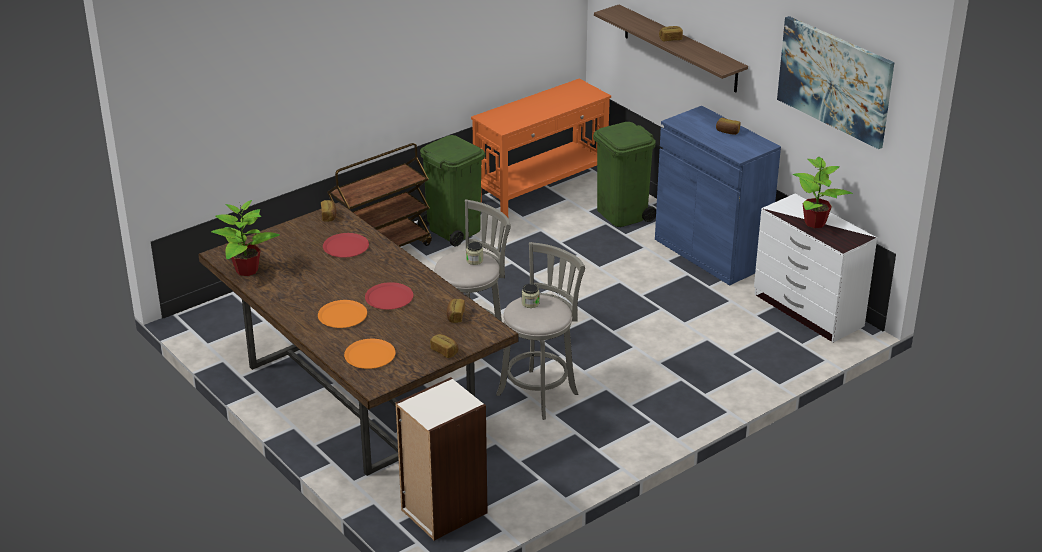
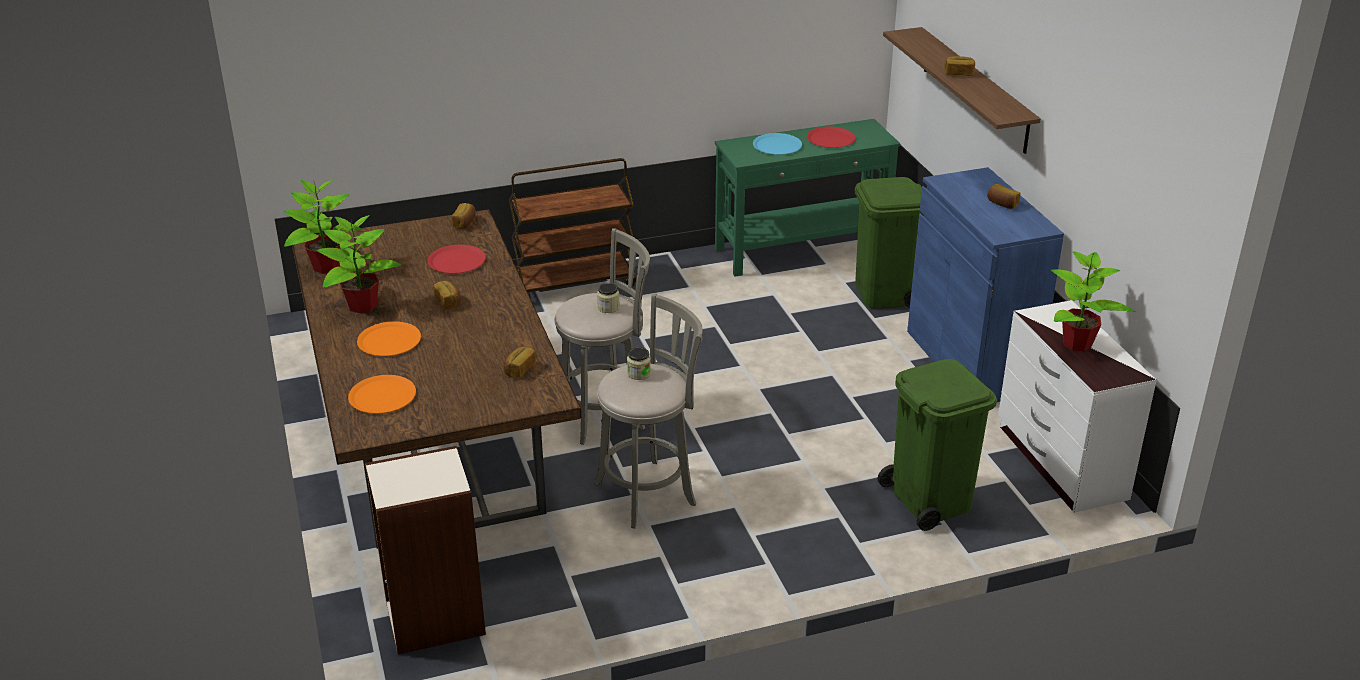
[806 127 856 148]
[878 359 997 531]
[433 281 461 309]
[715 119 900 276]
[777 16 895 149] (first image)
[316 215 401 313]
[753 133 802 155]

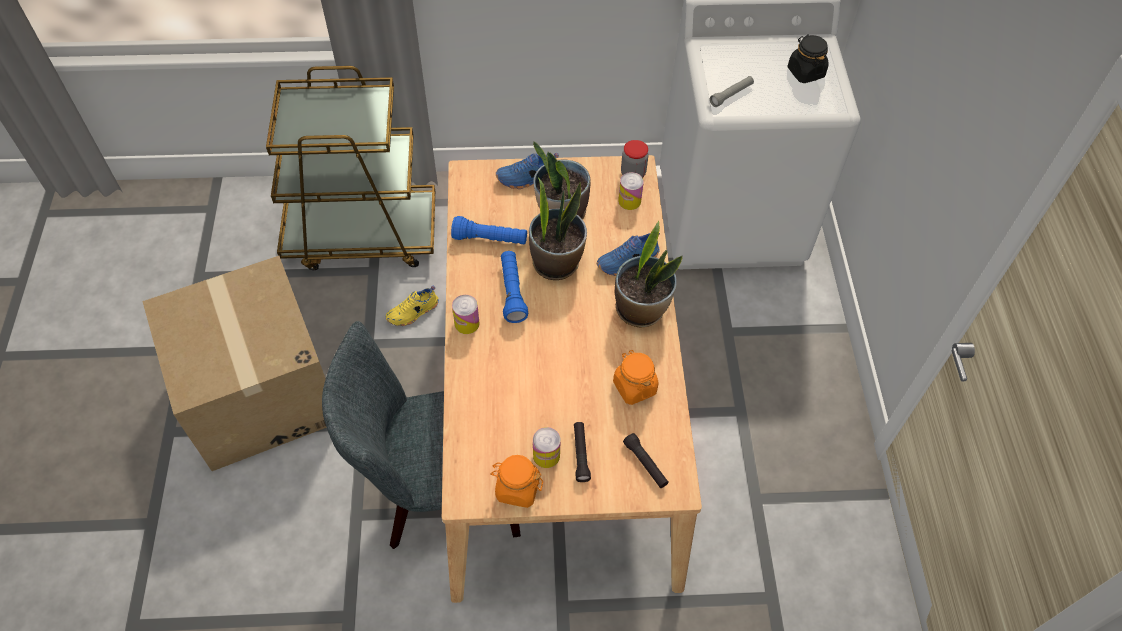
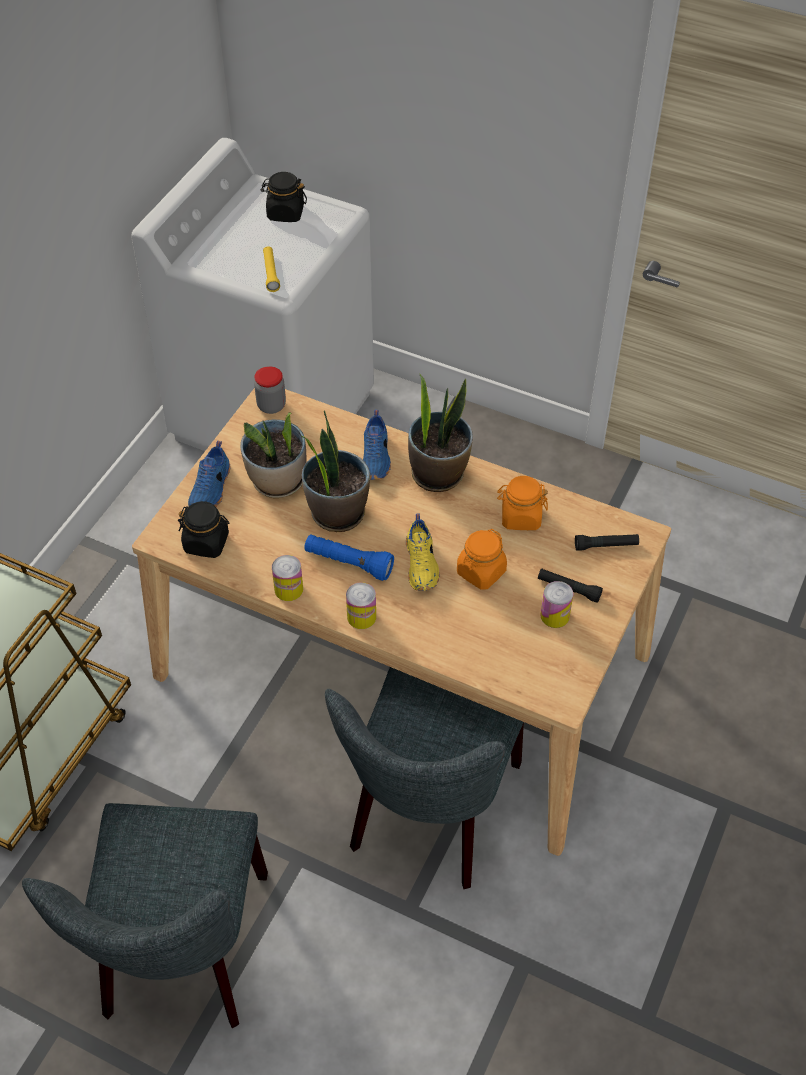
[22 803 268 1028]
[406 514 439 591]
[451 216 527 244] (first image)
[457 529 507 590]
[272 555 303 601]
[263 246 280 292]
[178 501 229 558]

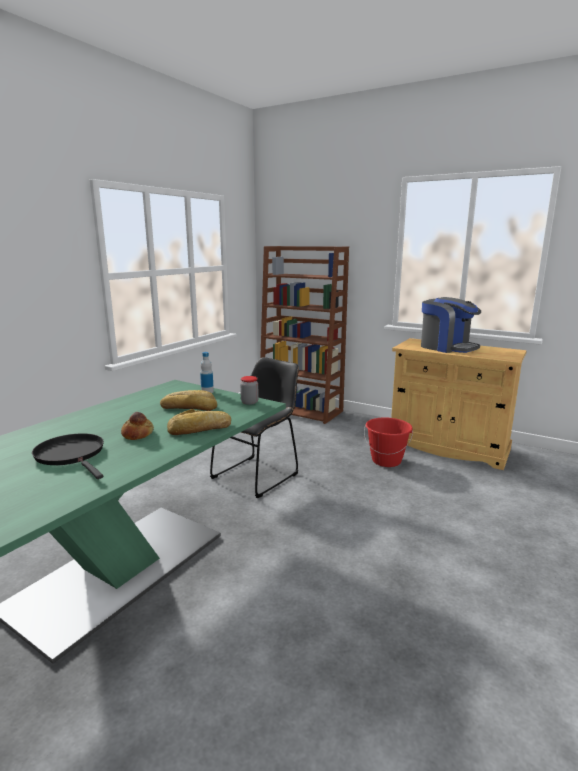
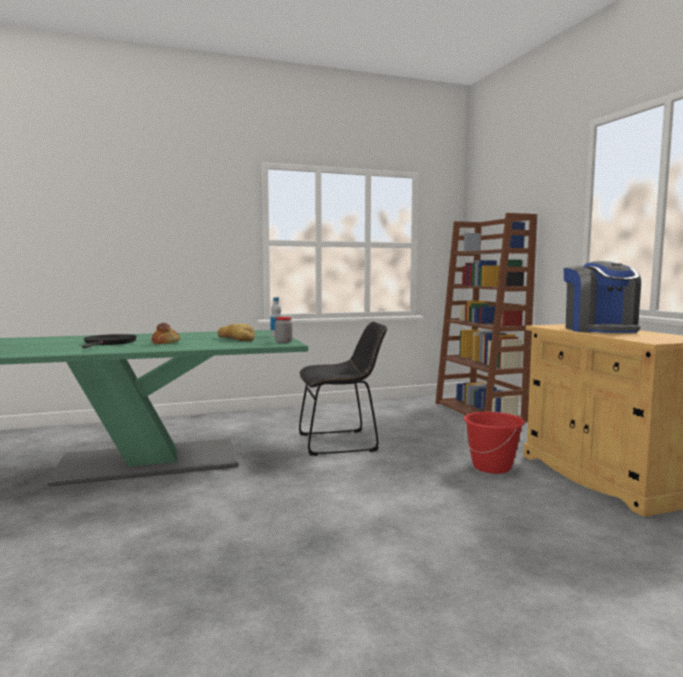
[167 409 231 435] (first image)

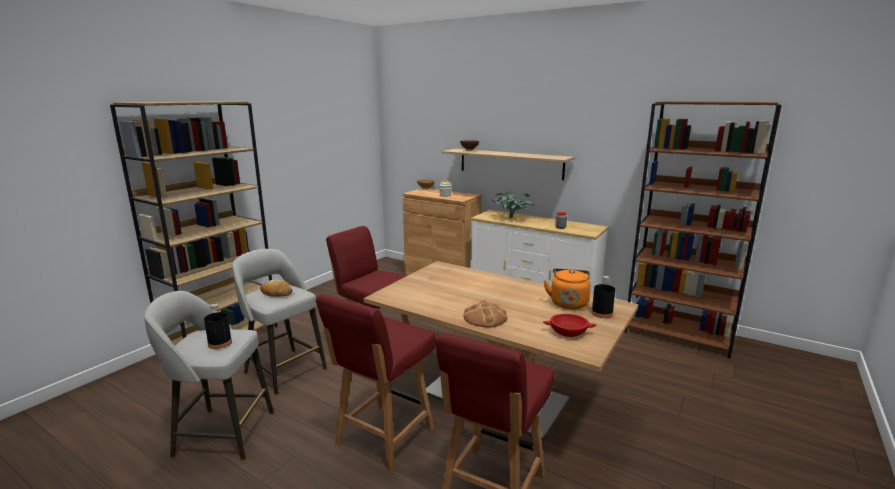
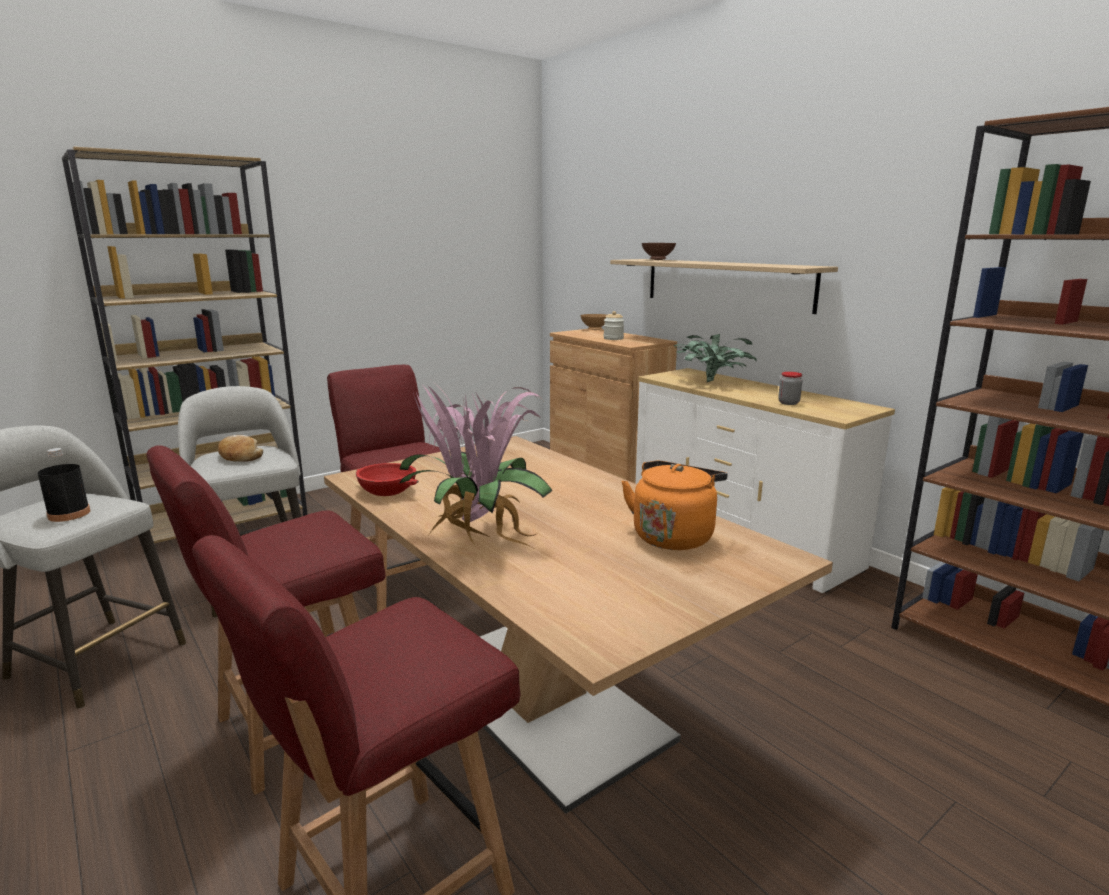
[399 384 552 548]
[356 463 419 496]
[591 276 615 318] (first image)

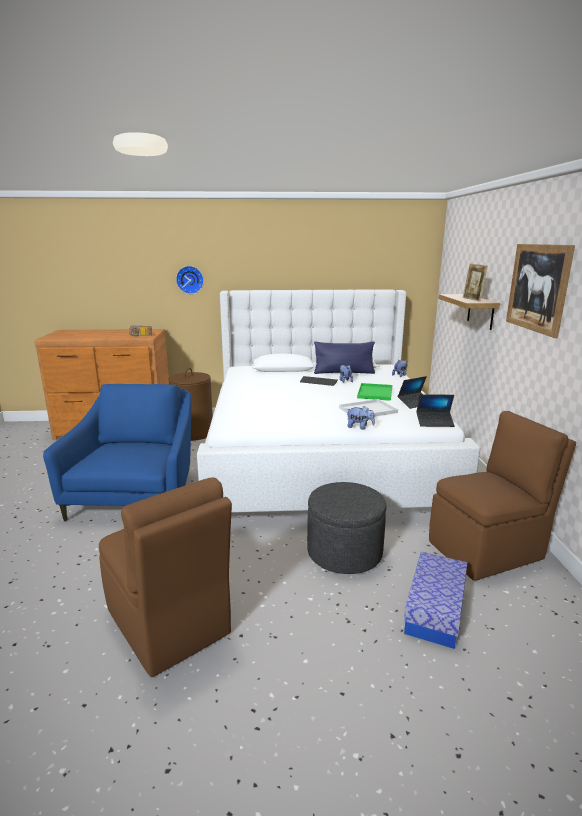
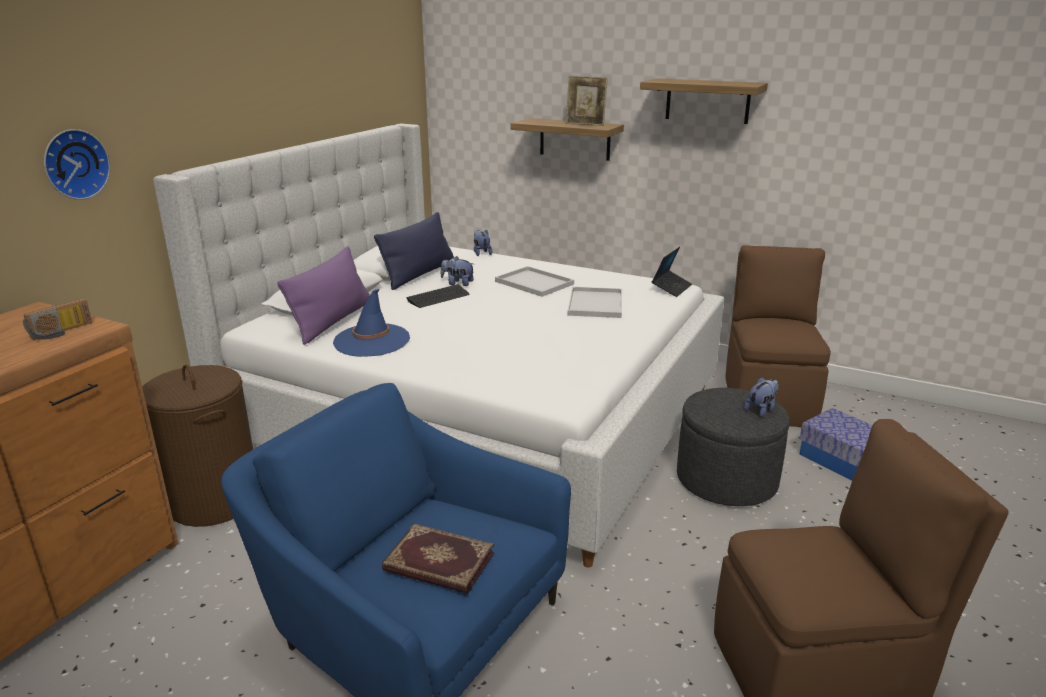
[744 377 779 417]
[495 266 574 297]
[398 376 427 409] (first image)
[640 78 768 124]
[277 246 370 345]
[333 289 410 357]
[382 524 494 594]

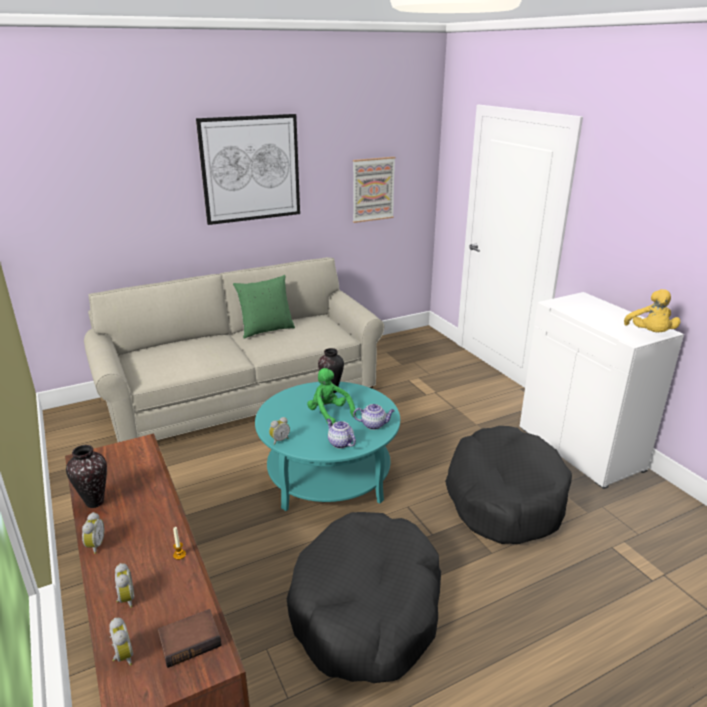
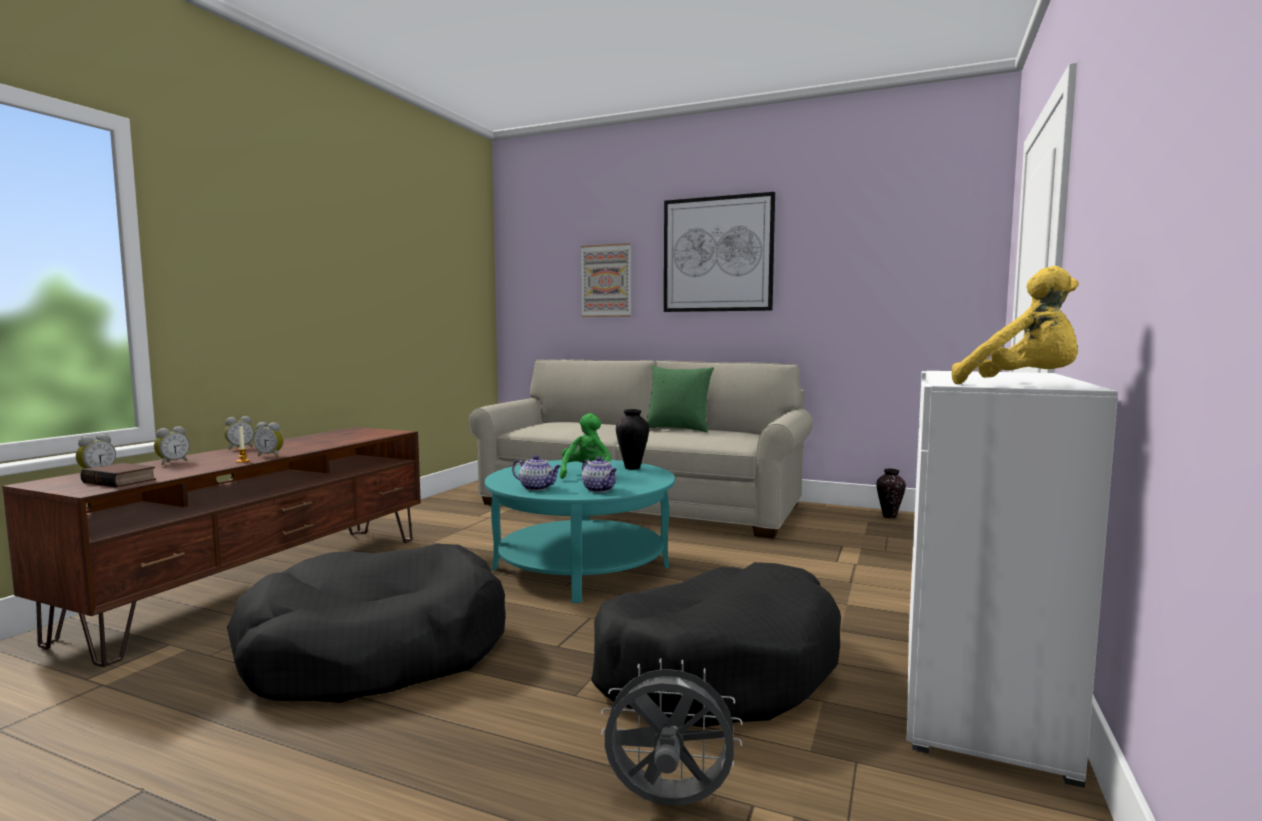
[876 469 906 518]
[254 422 284 457]
[512 455 561 491]
[581 243 631 317]
[952 266 1079 384]
[601 658 743 806]

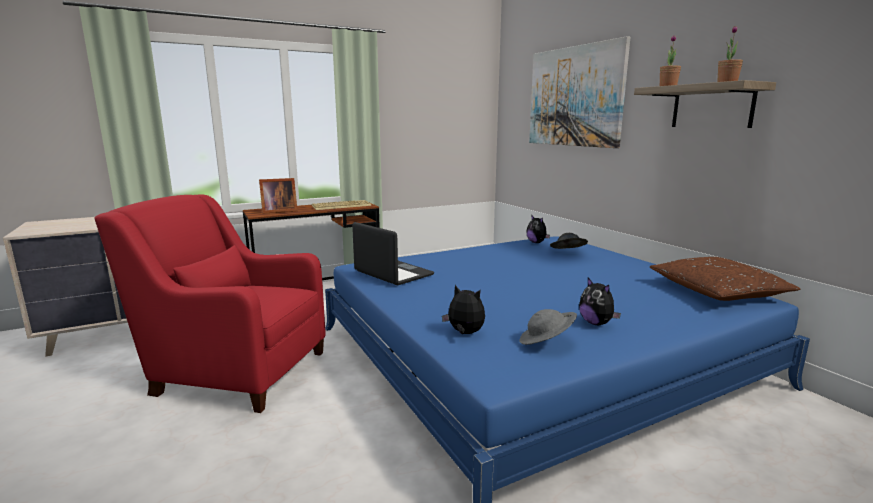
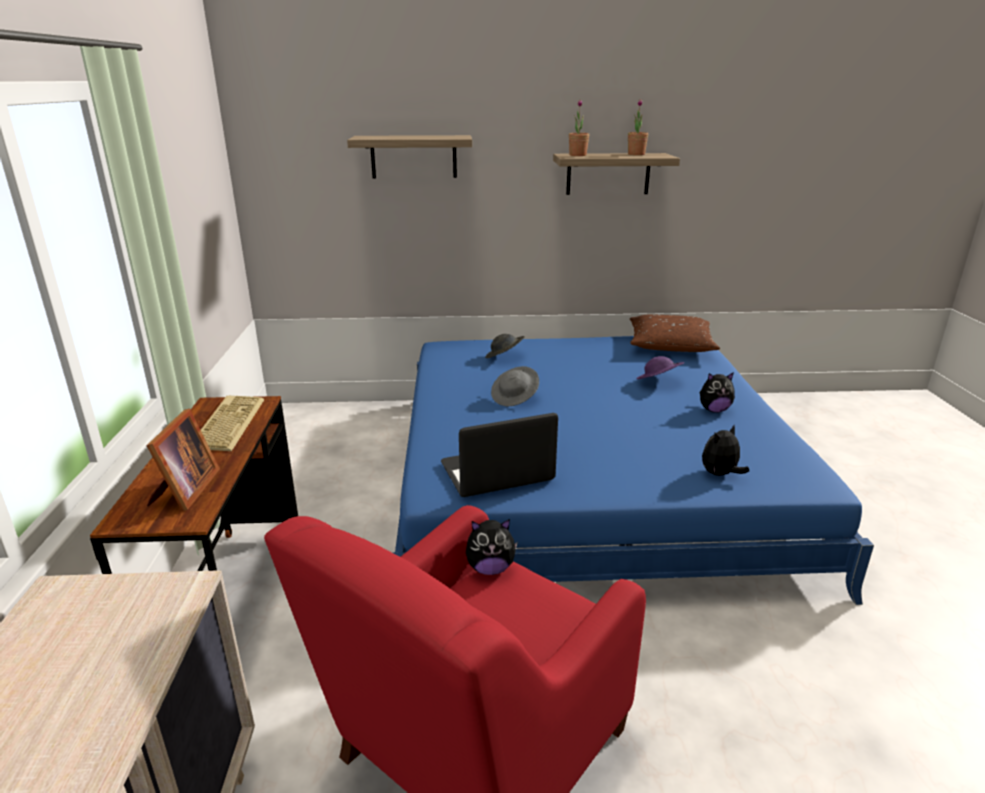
[491 366 539 406]
[466 519 518 575]
[347 135 472 178]
[636 356 684 379]

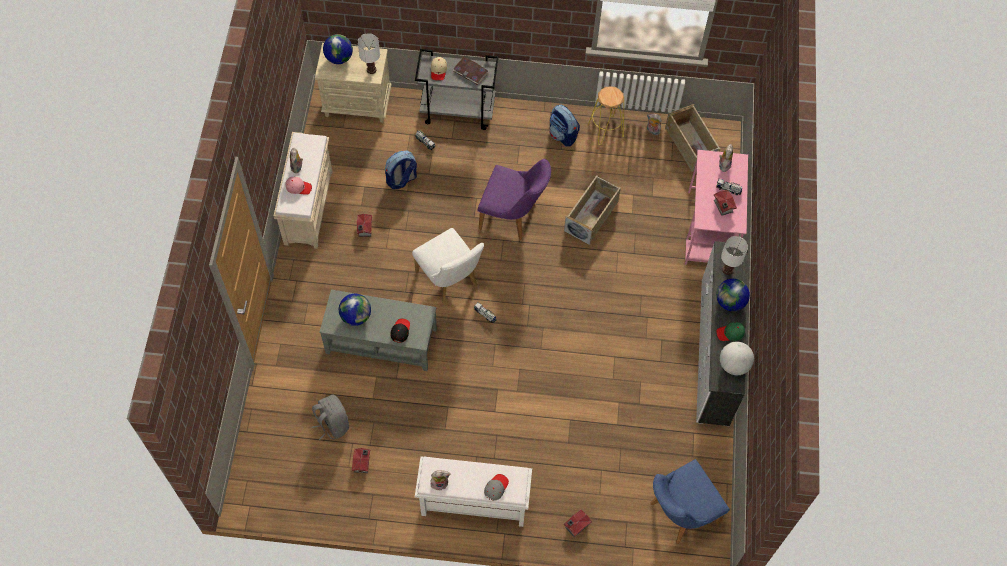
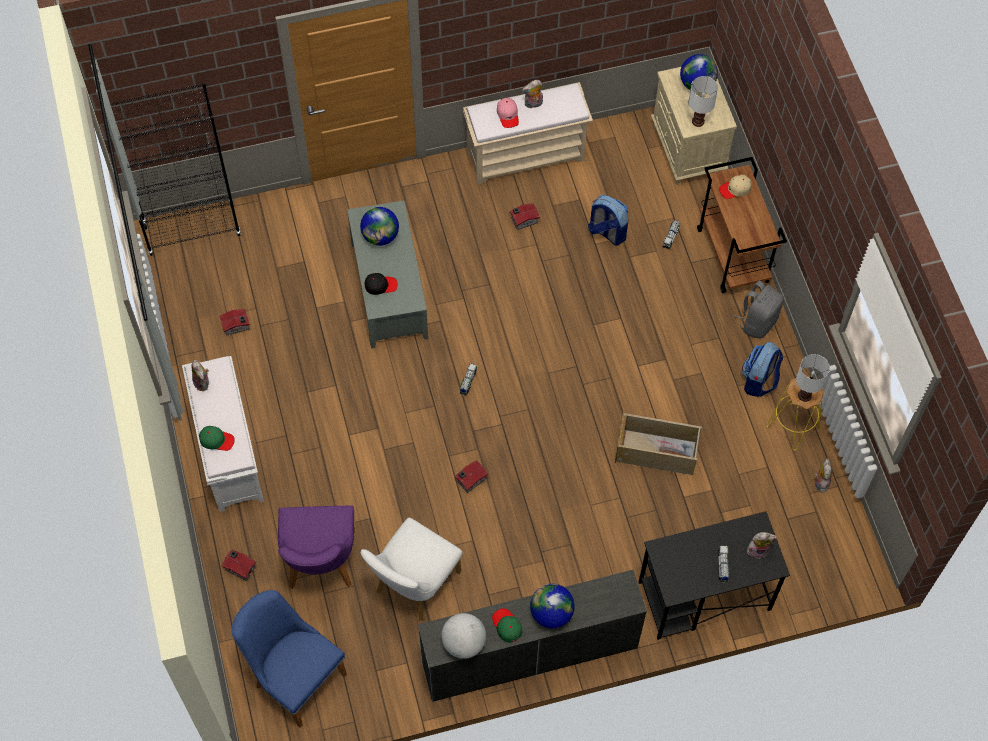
[733 280 784 338]
[360 518 462 621]
[697 157 787 293]
[453 57 488 85] (first image)
[278 505 355 589]
[199 426 235 451]
[665 104 720 172] (first image)
[639 511 790 640]
[455 461 488 493]
[796 354 830 402]
[110 82 241 256]

